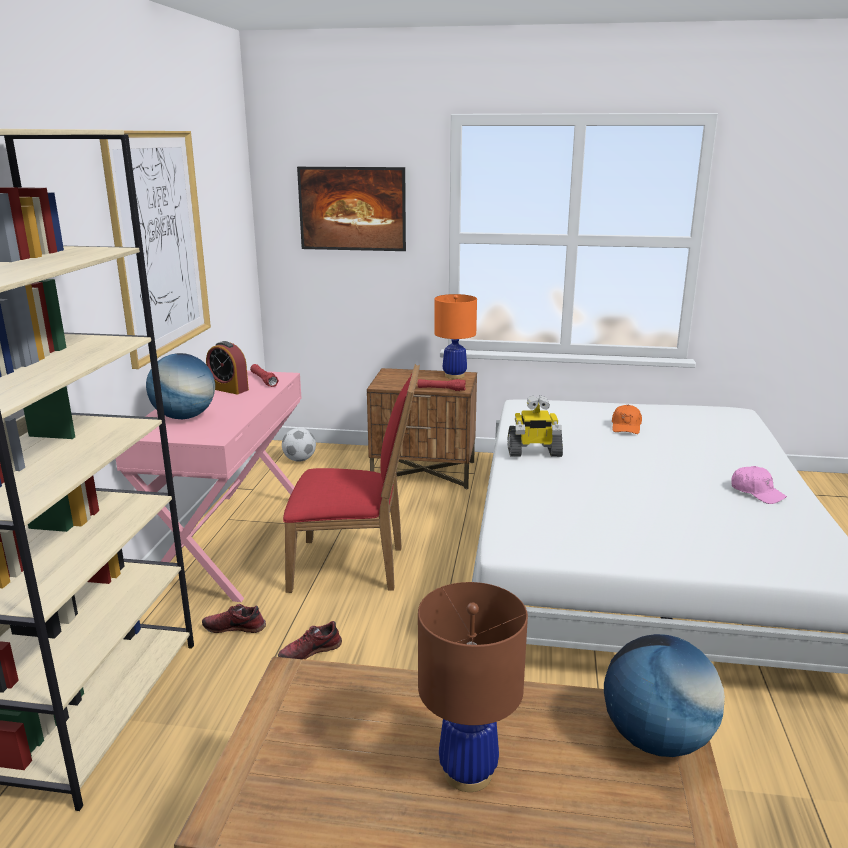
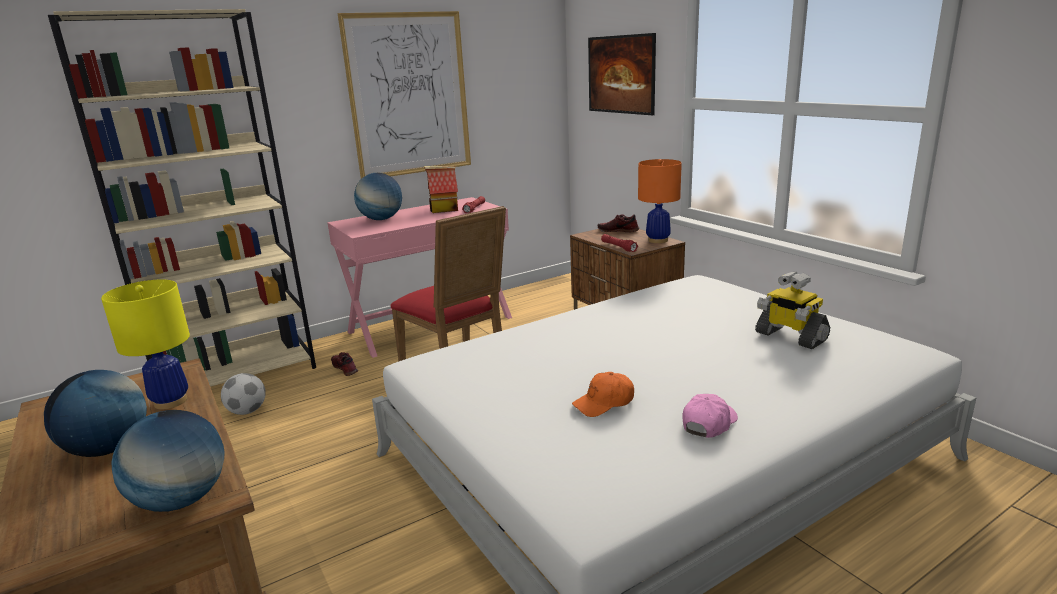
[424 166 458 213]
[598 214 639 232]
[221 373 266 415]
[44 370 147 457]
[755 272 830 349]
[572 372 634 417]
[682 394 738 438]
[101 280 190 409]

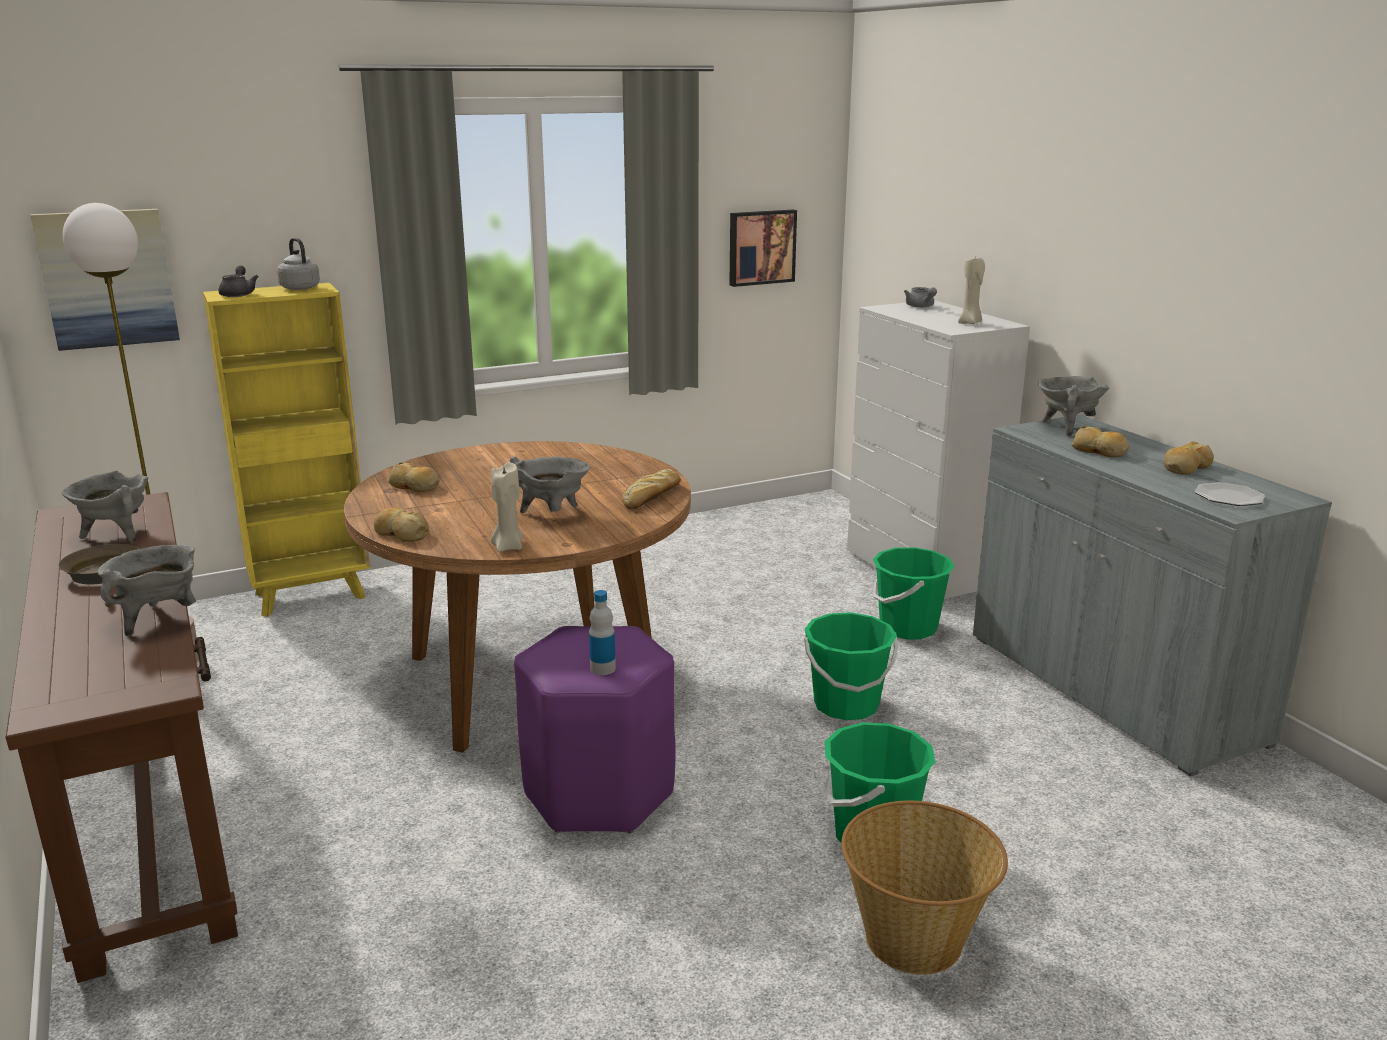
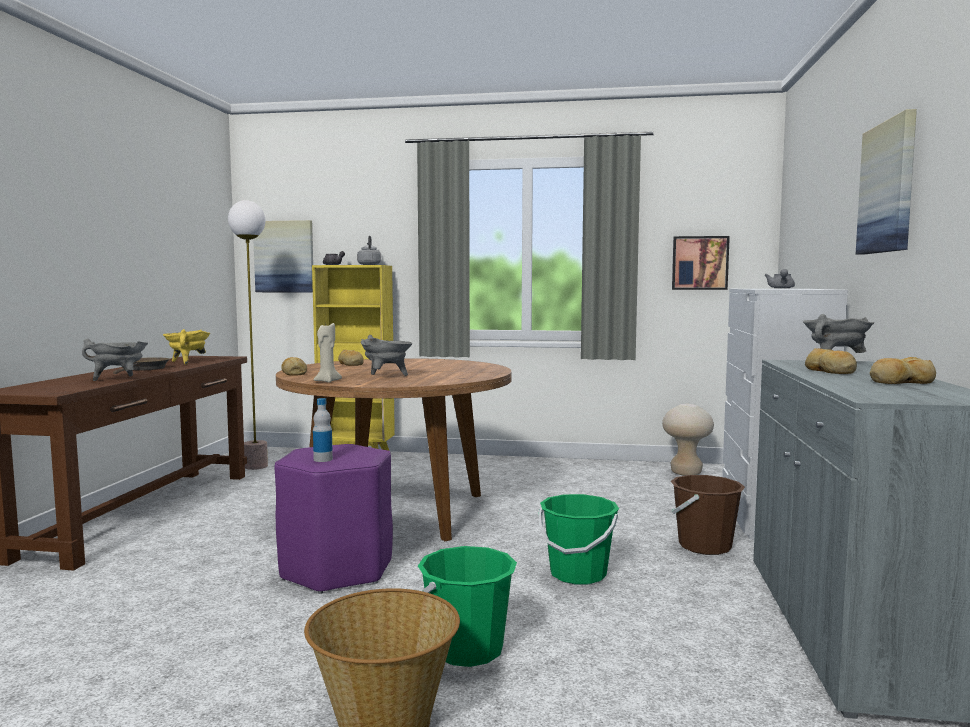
[163 329 211 365]
[622 469 681 509] (first image)
[671 475 745 555]
[958 258 985 324] (first image)
[1195 482 1265 506] (first image)
[662 404 714 476]
[856 109 917 255]

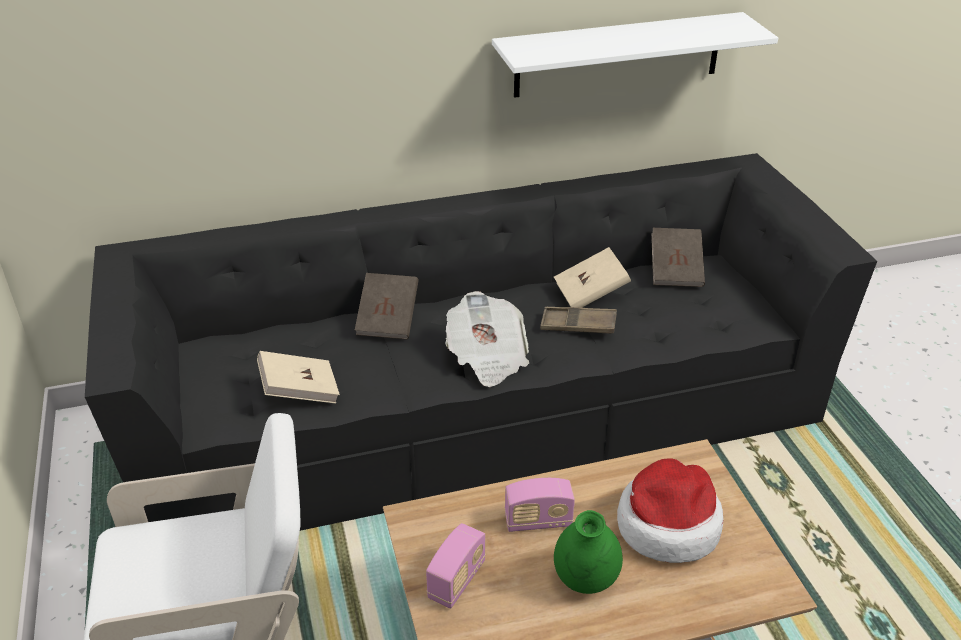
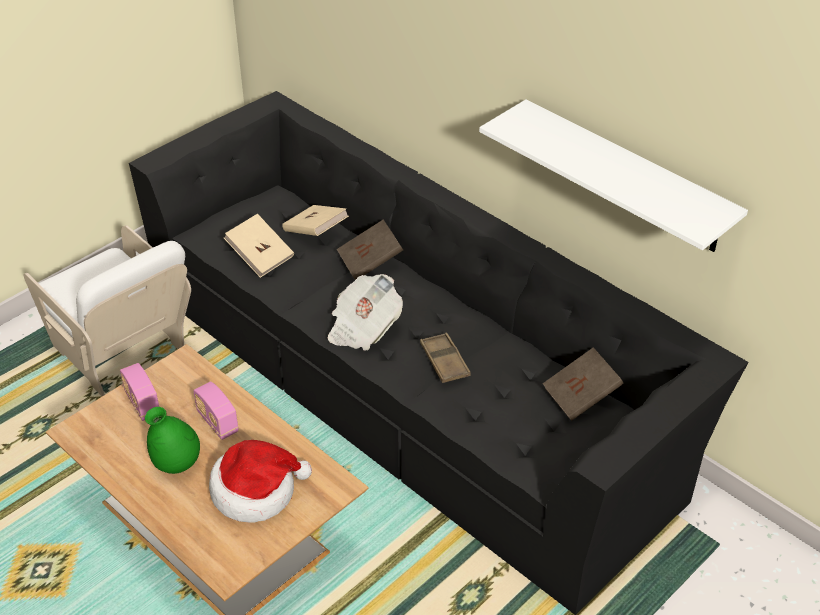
[120 363 159 421]
[282 205 349 236]

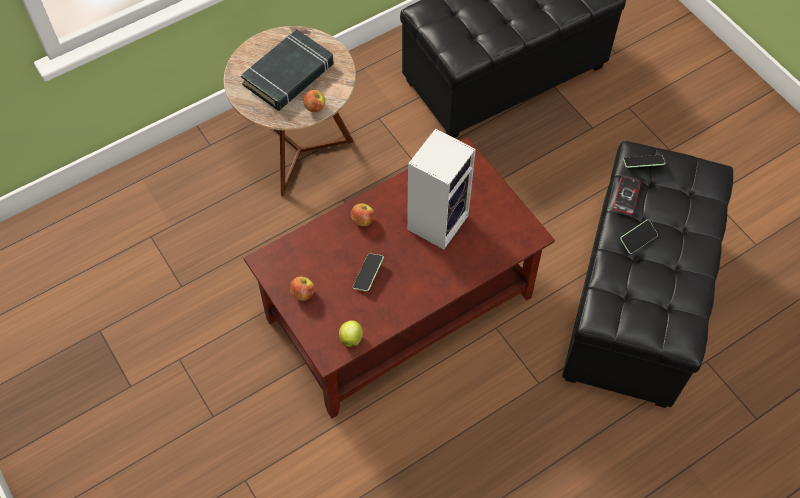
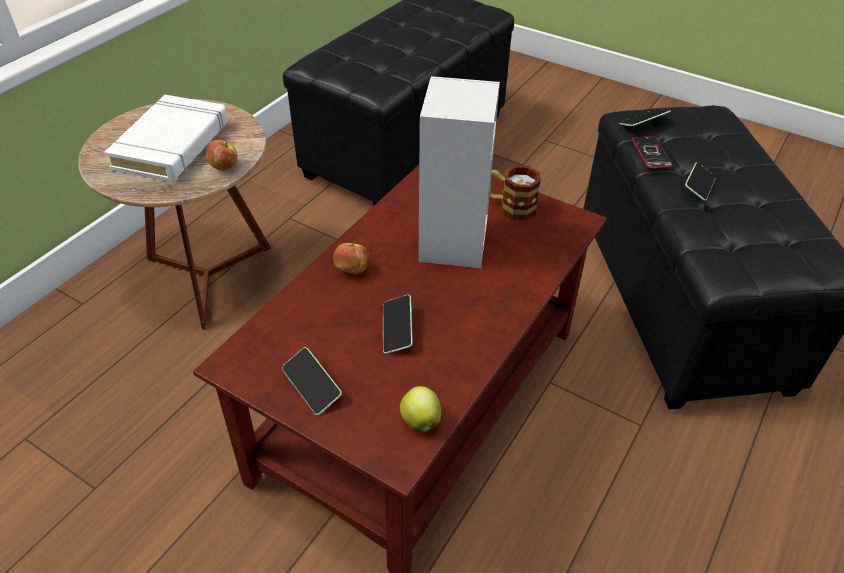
[104 95 228 182]
[282 347 342 415]
[489 165 541 221]

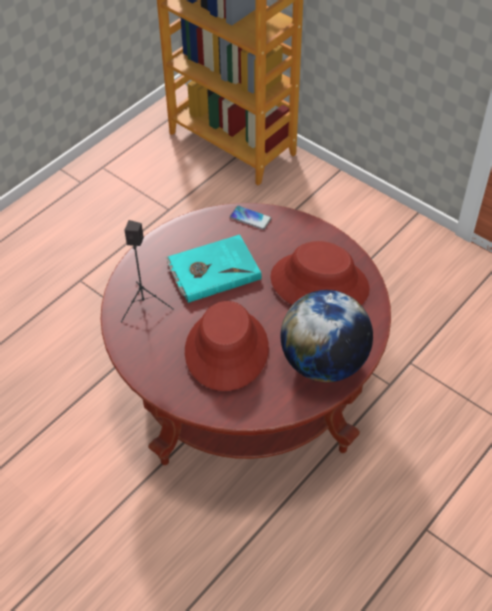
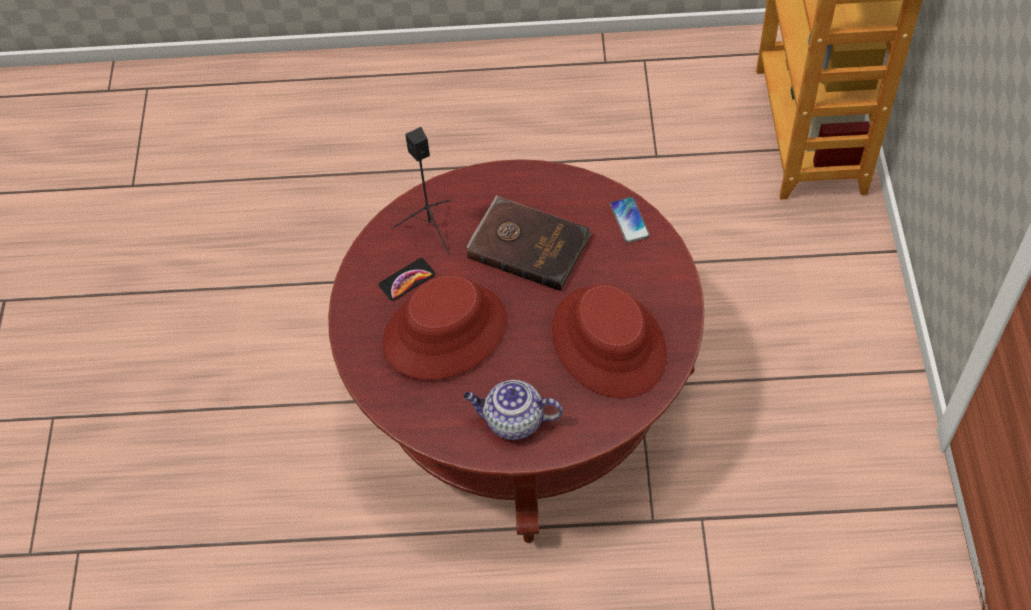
[467 196 592 291]
[463 380 563 440]
[378 258 435 301]

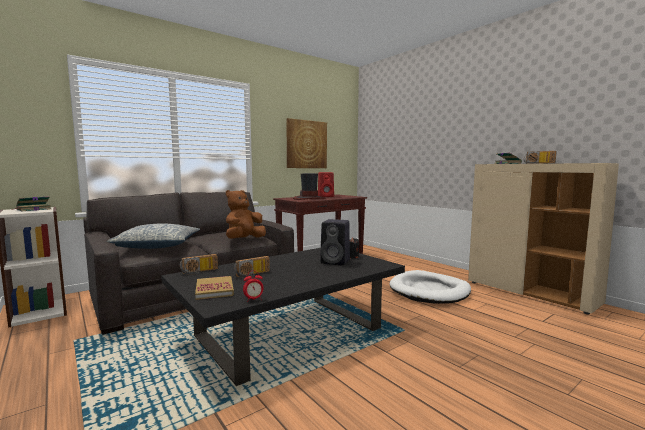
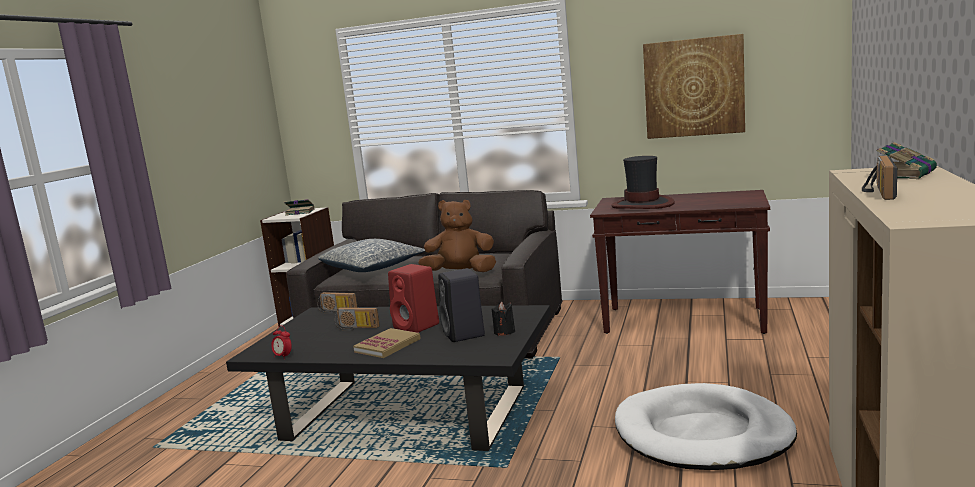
[353 328 421 358]
[388 264 439 333]

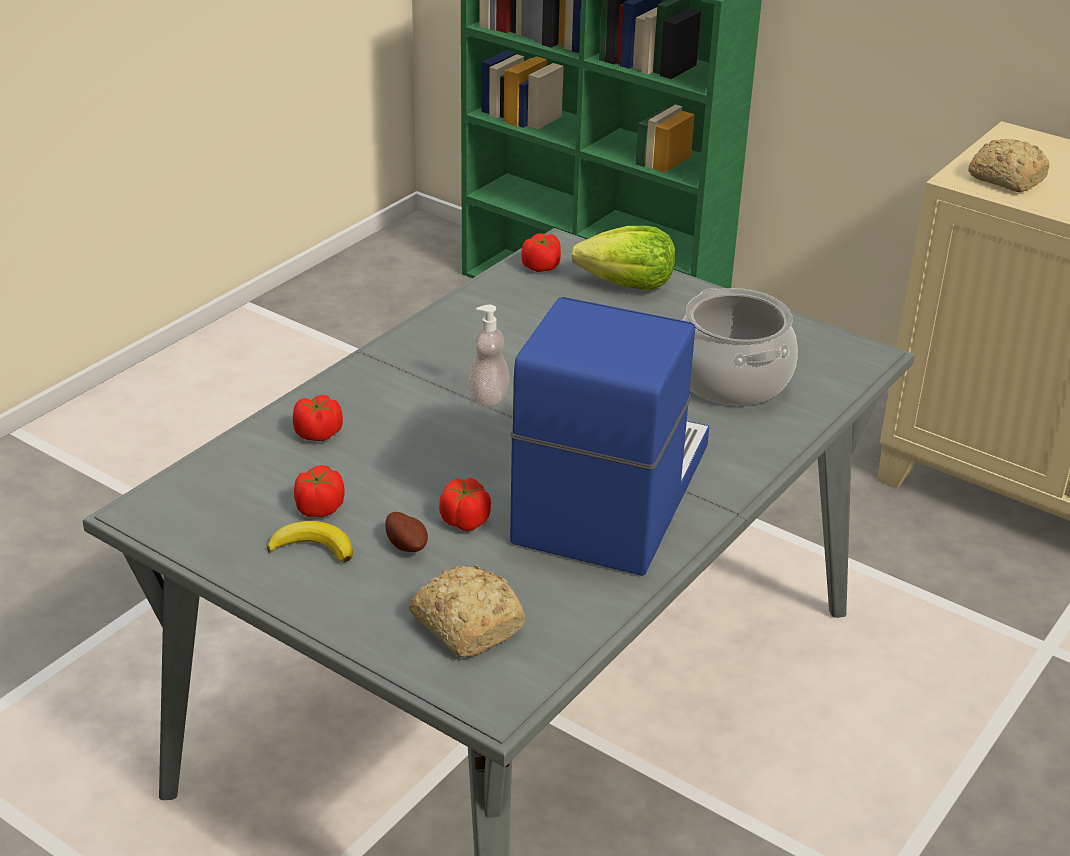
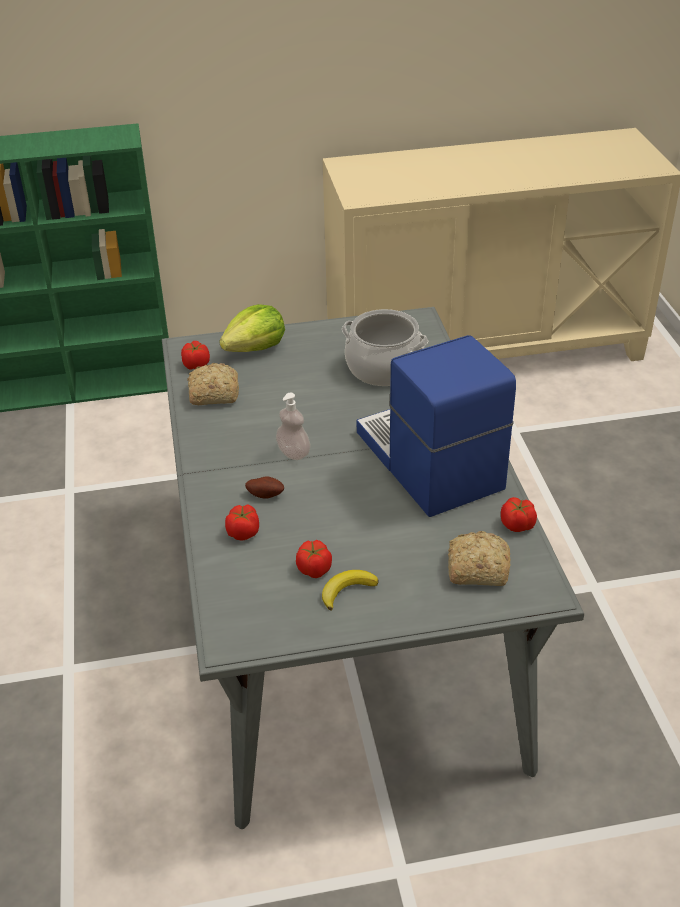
[245 476 284 499]
[501 497 537 532]
[187 363 239 405]

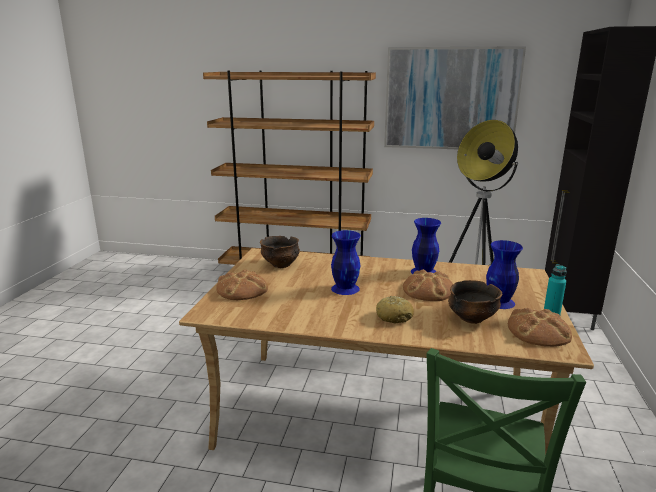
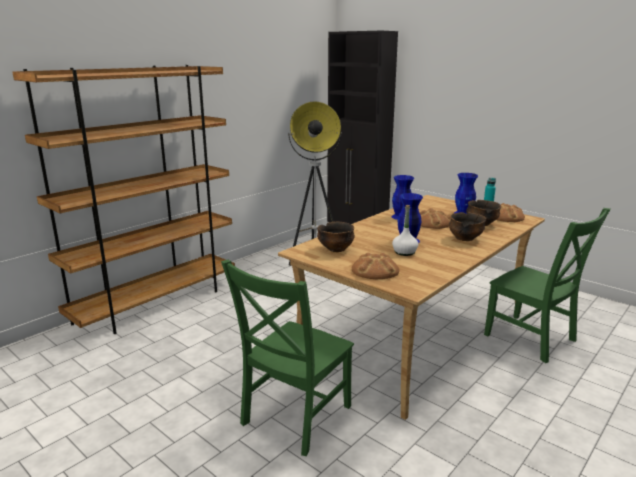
[449 212 486 241]
[384 46 526 149] (first image)
[221 260 354 456]
[392 205 419 256]

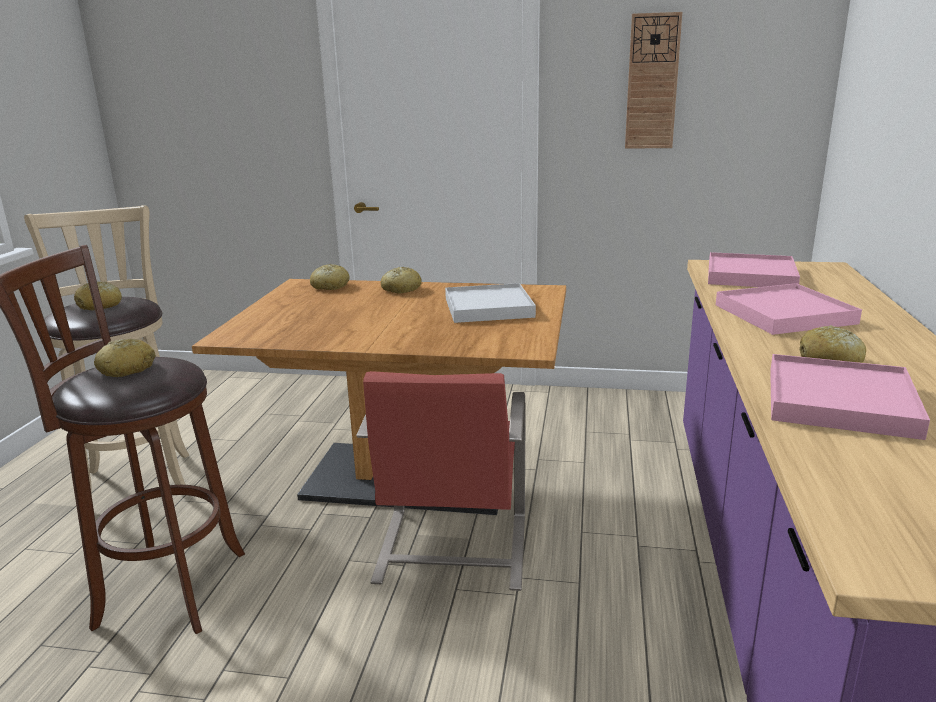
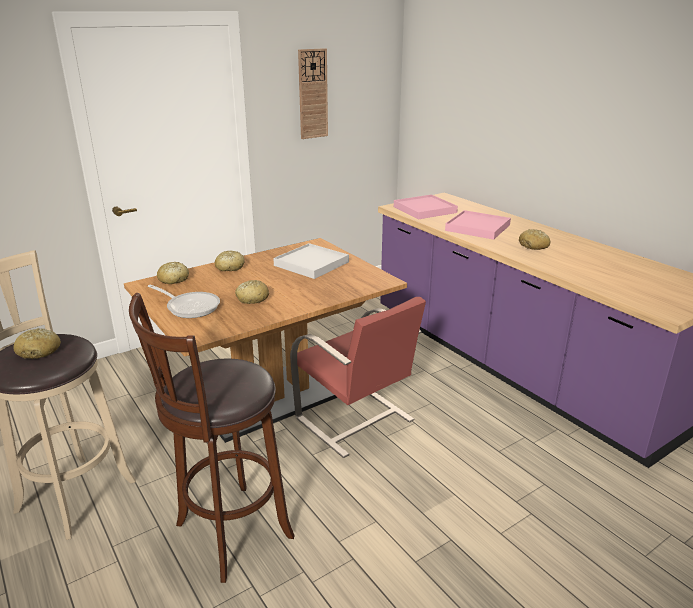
[235 280 269 304]
[770 354 930 440] (first image)
[148 285 220 318]

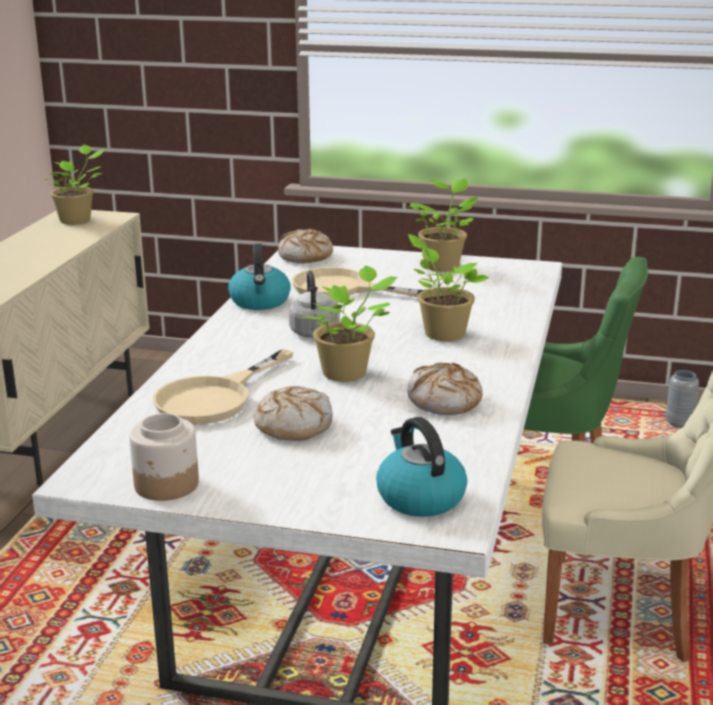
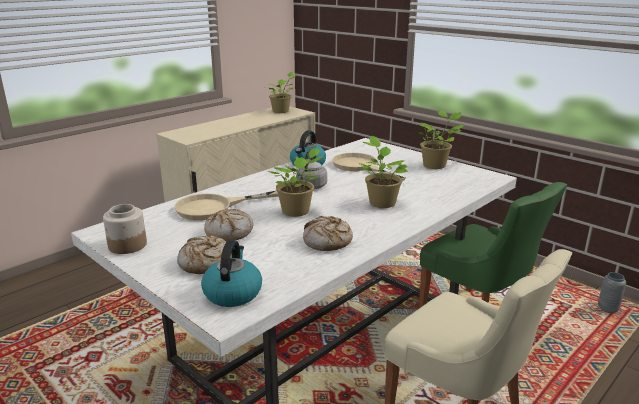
[177 235 232 274]

